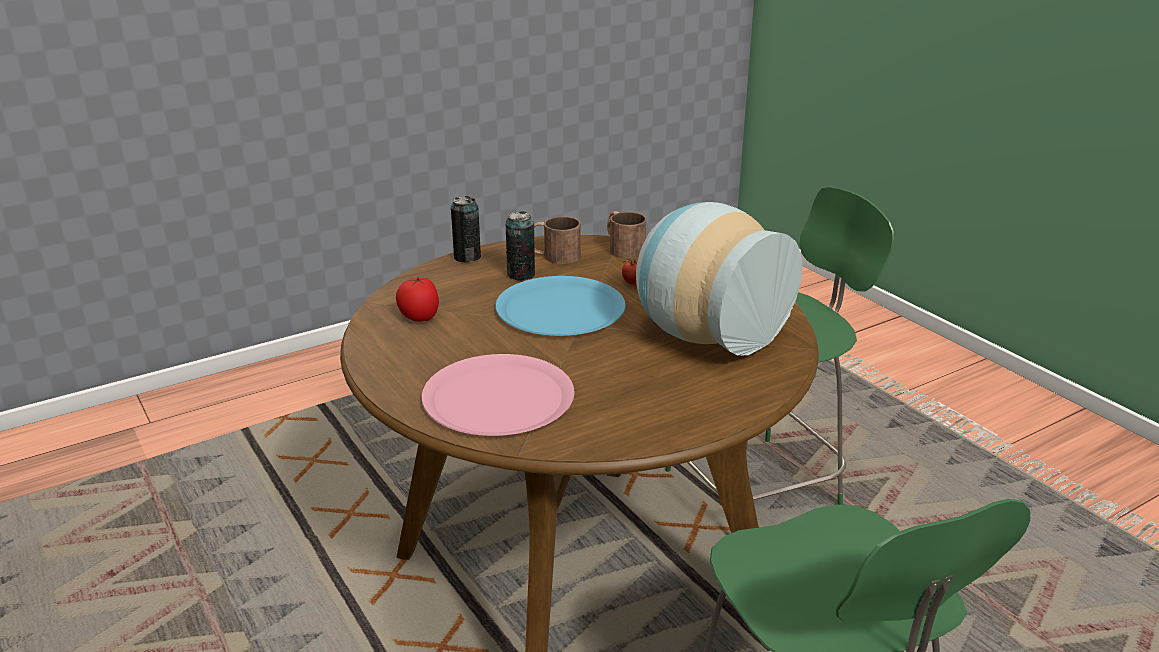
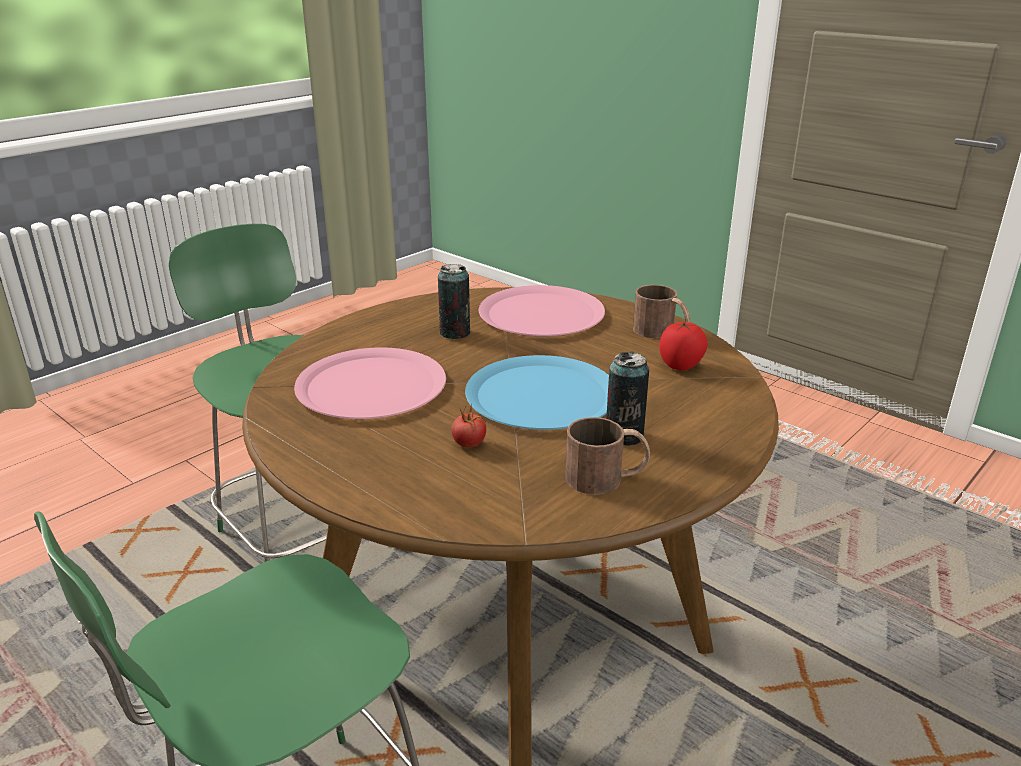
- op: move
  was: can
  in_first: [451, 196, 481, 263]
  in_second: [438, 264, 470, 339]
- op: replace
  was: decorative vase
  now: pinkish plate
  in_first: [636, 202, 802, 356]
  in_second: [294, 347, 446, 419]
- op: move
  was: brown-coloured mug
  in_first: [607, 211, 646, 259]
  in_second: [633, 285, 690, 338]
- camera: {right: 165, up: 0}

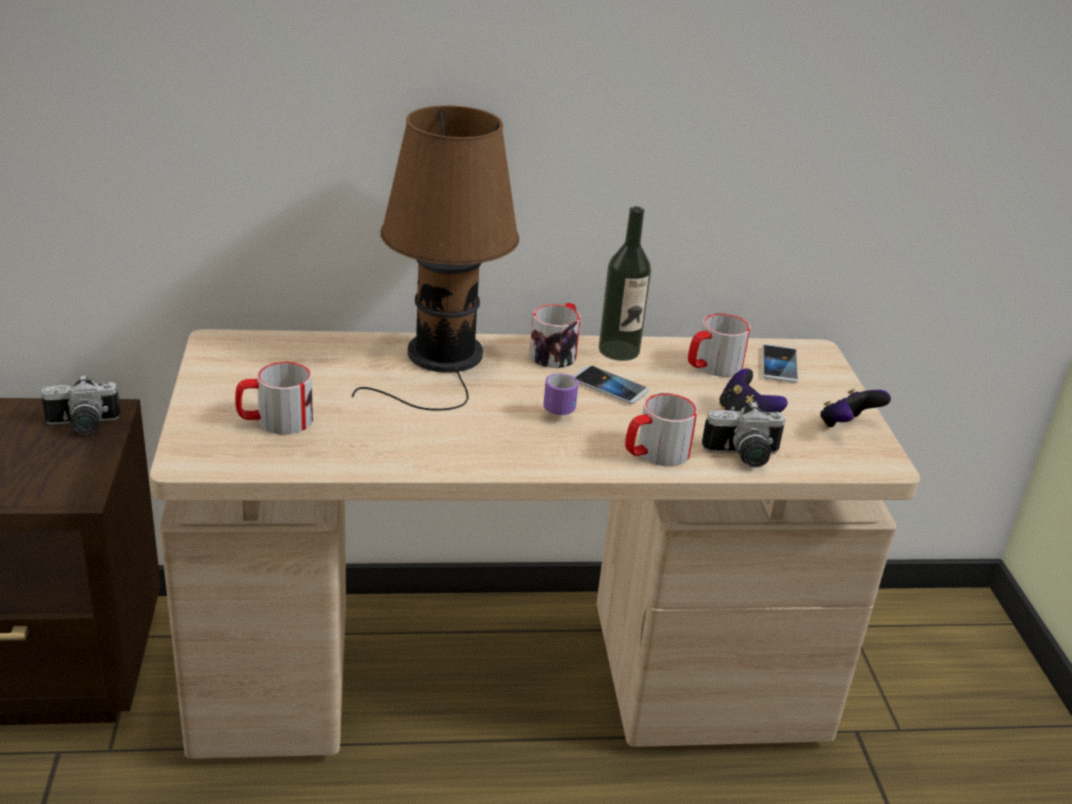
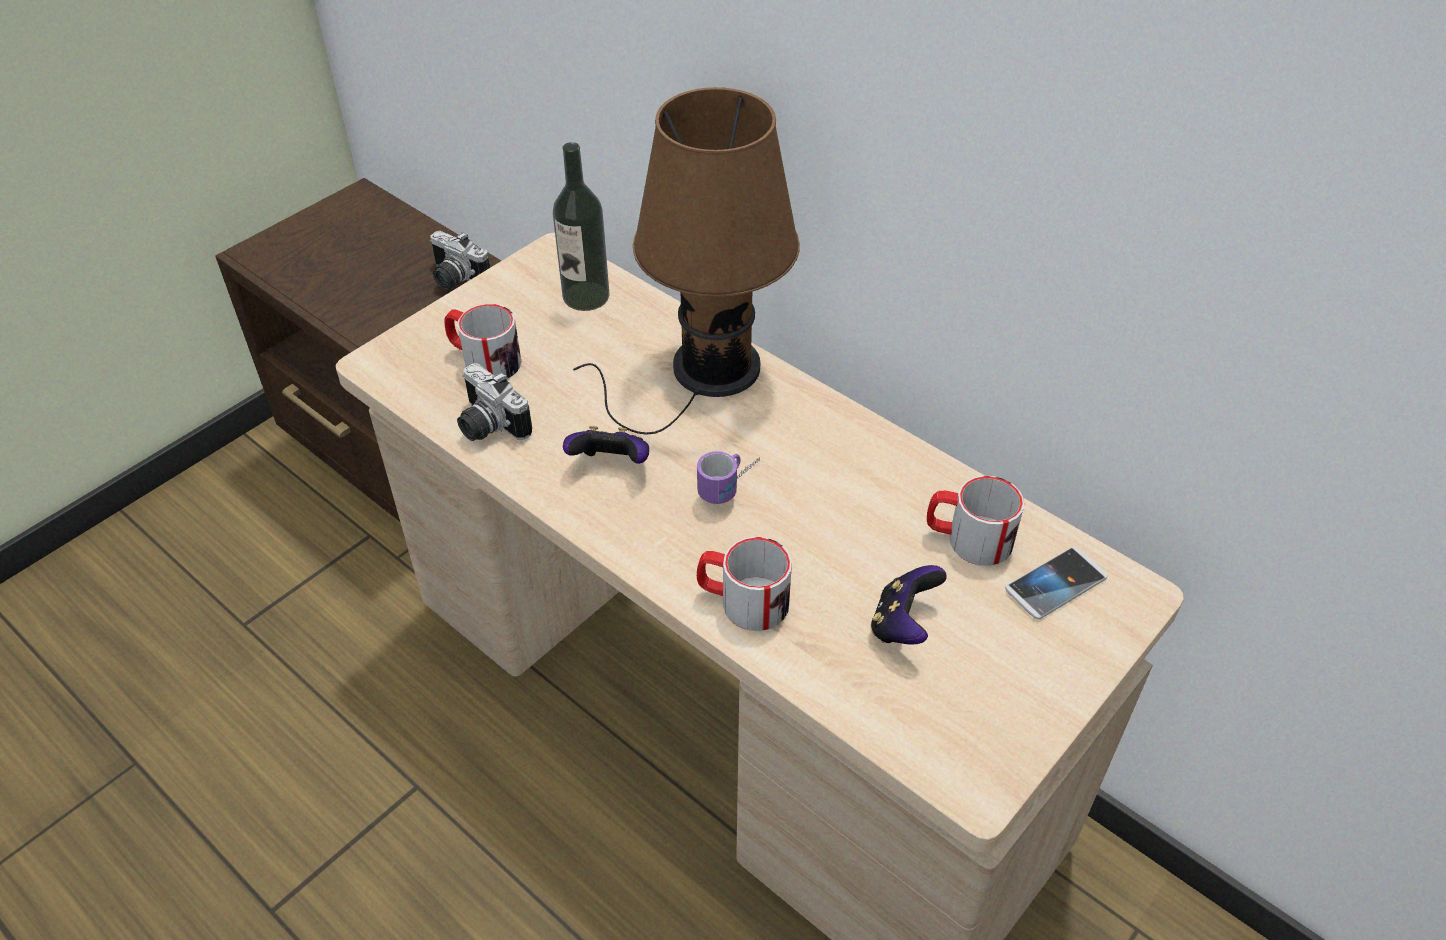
- op: move
  was: beverage bottle
  in_first: [599, 206, 651, 361]
  in_second: [553, 142, 609, 311]
- op: delete
  was: mug
  in_first: [530, 303, 581, 368]
- op: delete
  was: phone
  in_first: [573, 365, 649, 404]
- op: move
  was: gamepad
  in_first: [820, 389, 891, 427]
  in_second: [563, 426, 649, 464]
- op: move
  was: still camera
  in_first: [702, 401, 785, 468]
  in_second: [457, 363, 532, 441]
- camera: {right: 50, up: 15}

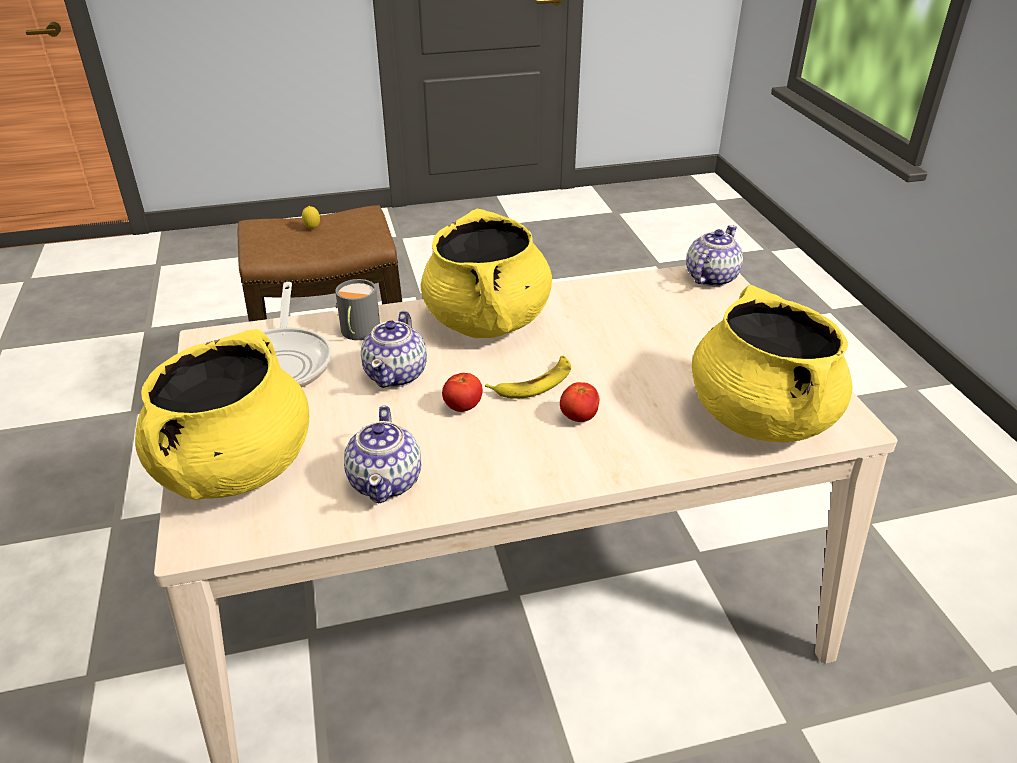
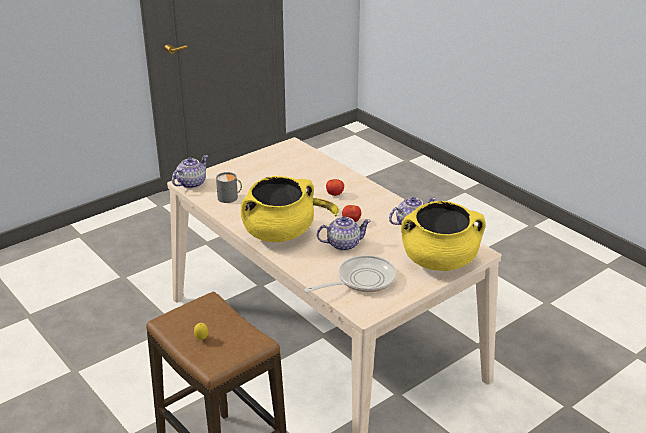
- op: rotate
  was: teapot
  in_first: [687, 225, 743, 287]
  in_second: [172, 155, 208, 188]
  clockwise: 120
- op: move
  was: gray mug
  in_first: [335, 279, 380, 340]
  in_second: [216, 172, 242, 203]
- op: delete
  was: yellow stockpot
  in_first: [692, 285, 853, 442]
- camera: {right: -115, up: -5}

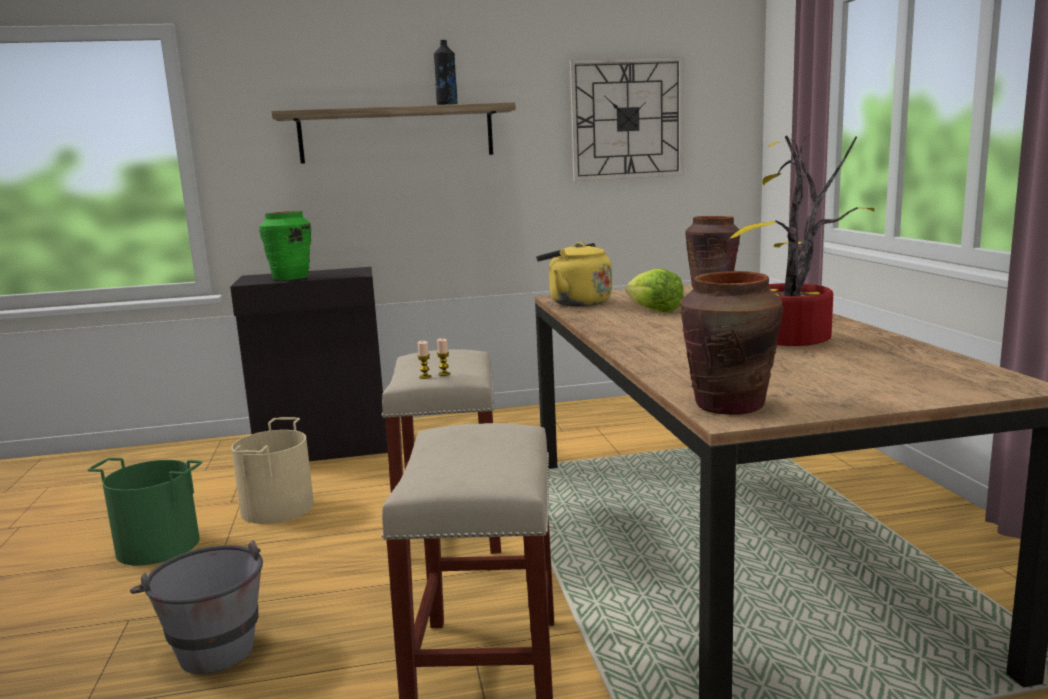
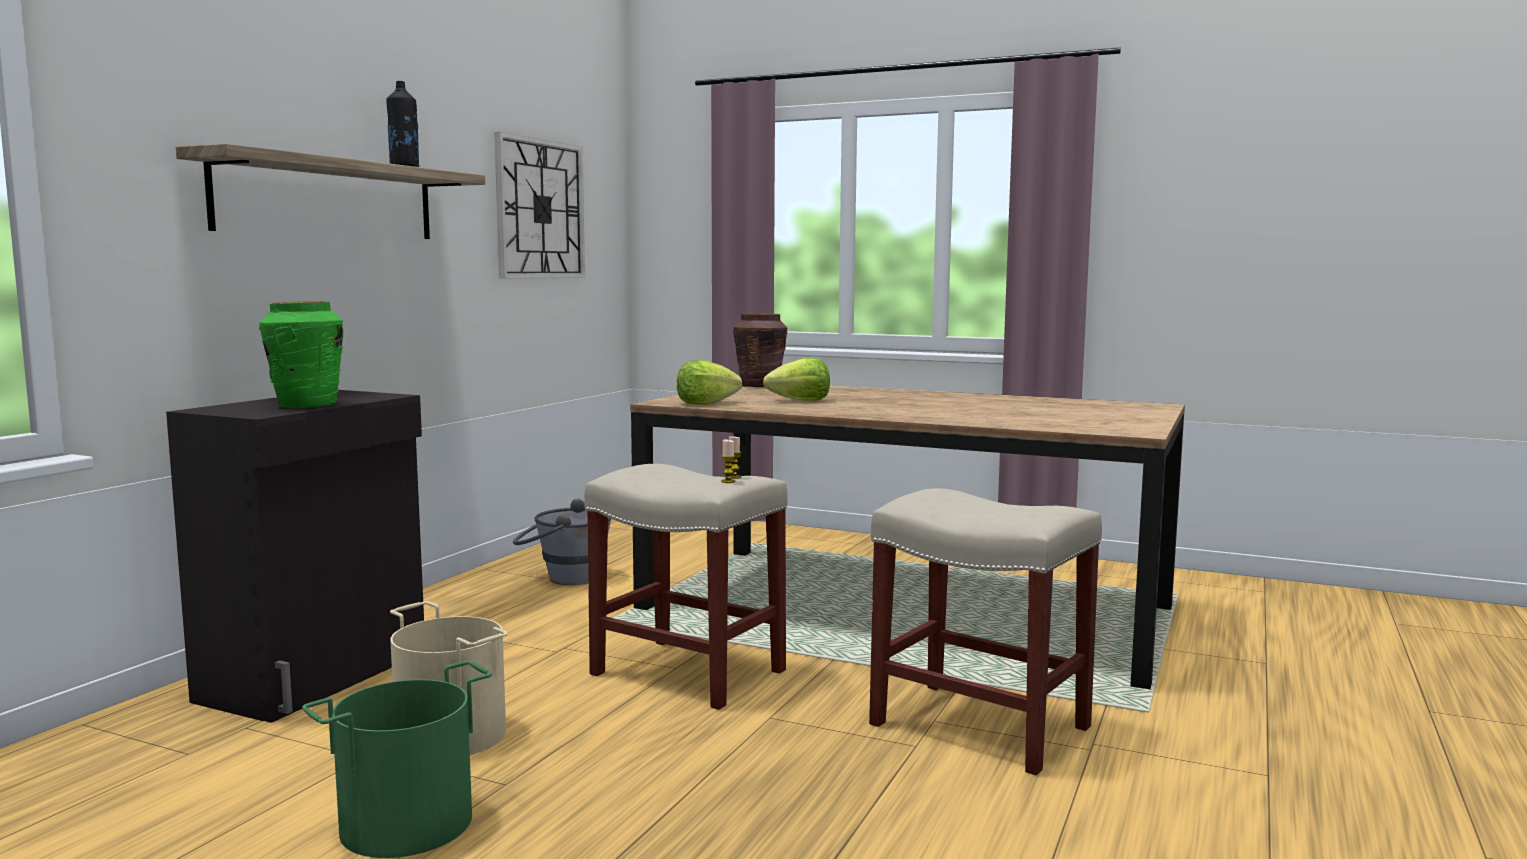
- op: delete
  was: houseplant
  in_first: [730, 134, 874, 346]
- op: replace
  was: yellow water kettle
  now: lettuce
  in_first: [536, 242, 612, 306]
  in_second: [677, 360, 742, 405]
- op: delete
  was: brown-coloured decorative vase
  in_first: [680, 271, 783, 415]
- op: move
  was: gray bucket
  in_first: [130, 540, 263, 674]
  in_second: [513, 499, 611, 585]
- camera: {right: -55, up: -5}

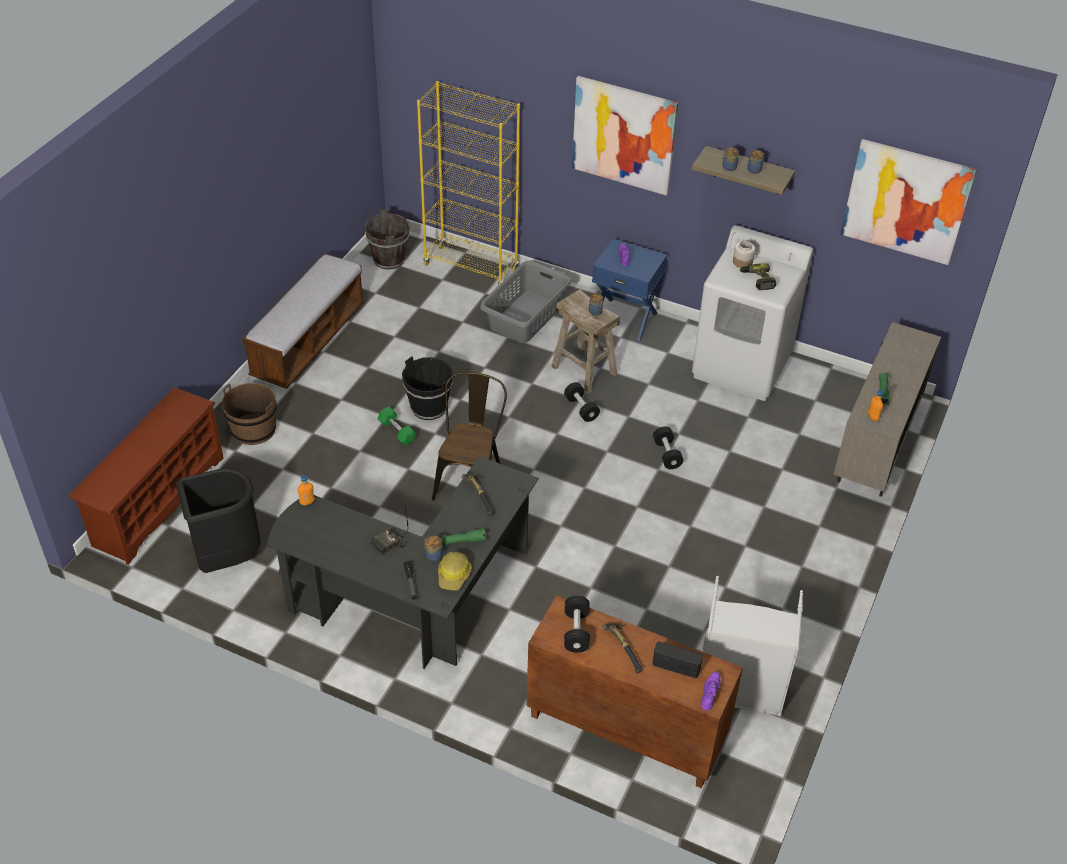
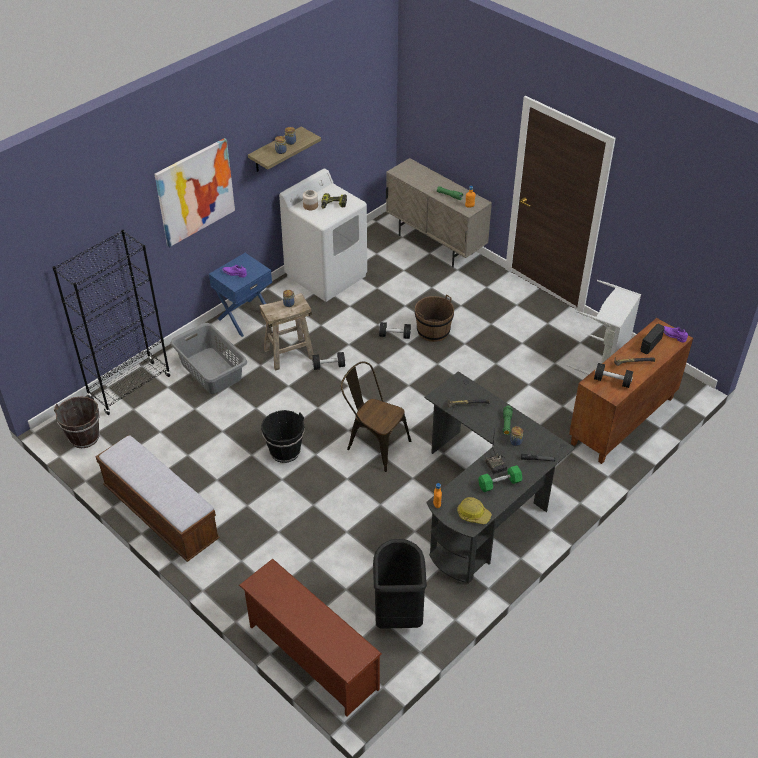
- op: recolor
  was: yellow bookshelf
  now: blackish bookshelf
  in_first: [417, 81, 520, 285]
  in_second: [52, 230, 171, 415]
- op: delete
  was: wall art
  in_first: [841, 139, 977, 265]
- op: move
  was: brown-coloured bucket
  in_first: [222, 383, 277, 445]
  in_second: [415, 294, 454, 342]
- op: move
  was: green free weight
  in_first: [377, 407, 417, 446]
  in_second: [478, 465, 522, 492]
- op: move
  was: work helmet
  in_first: [438, 552, 472, 590]
  in_second: [457, 497, 492, 524]
- camera: {right: -70, up: 0}

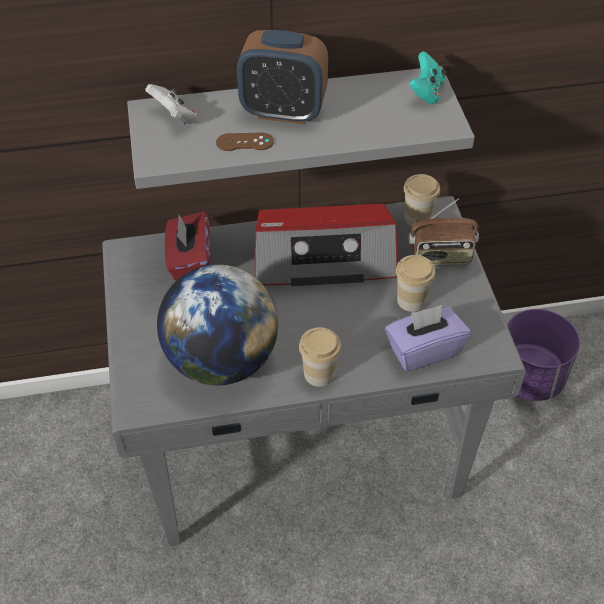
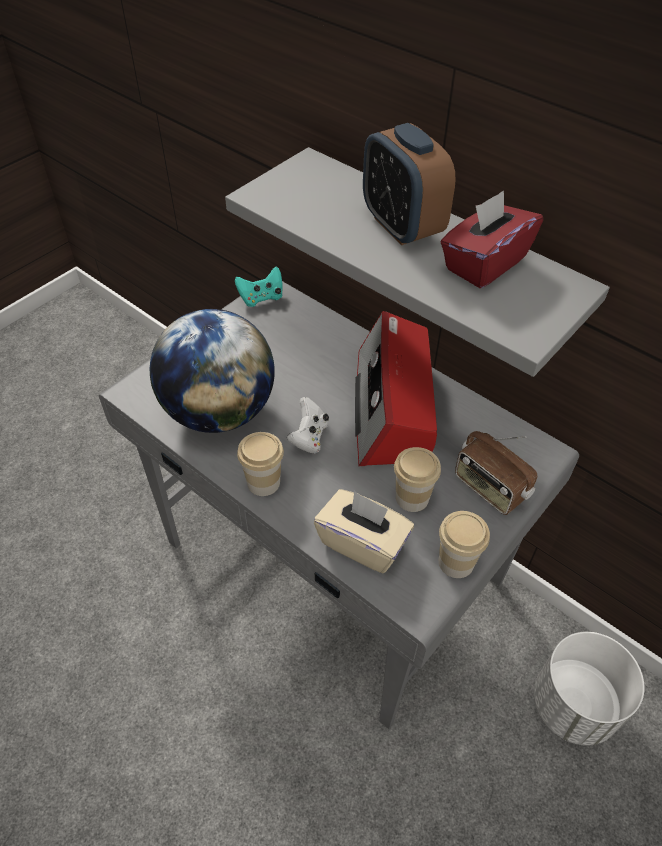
- op: move
  was: turquoise-coloured gamepad
  in_first: [409, 51, 446, 104]
  in_second: [235, 266, 283, 307]
- op: move
  was: whitish gamepad
  in_first: [145, 84, 197, 124]
  in_second: [287, 397, 329, 454]
- op: delete
  was: brown-coloured gamepad
  in_first: [216, 132, 274, 151]
- op: move
  was: drinking cup
  in_first: [404, 174, 440, 226]
  in_second: [439, 511, 490, 578]
- op: rotate
  was: radio
  in_first: [255, 204, 397, 286]
  in_second: [355, 311, 437, 467]
  clockwise: 45
- op: move
  was: reddish tissue box
  in_first: [165, 211, 210, 281]
  in_second: [441, 190, 543, 288]
- op: recolor
  was: purple-coloured tissue box
  now: beige-coloured tissue box
  in_first: [385, 305, 471, 371]
  in_second: [314, 489, 414, 573]
- op: recolor
  was: purple-coloured planter
  now: whitish planter
  in_first: [507, 309, 580, 401]
  in_second: [534, 632, 645, 746]
- camera: {right: 50, up: 0}

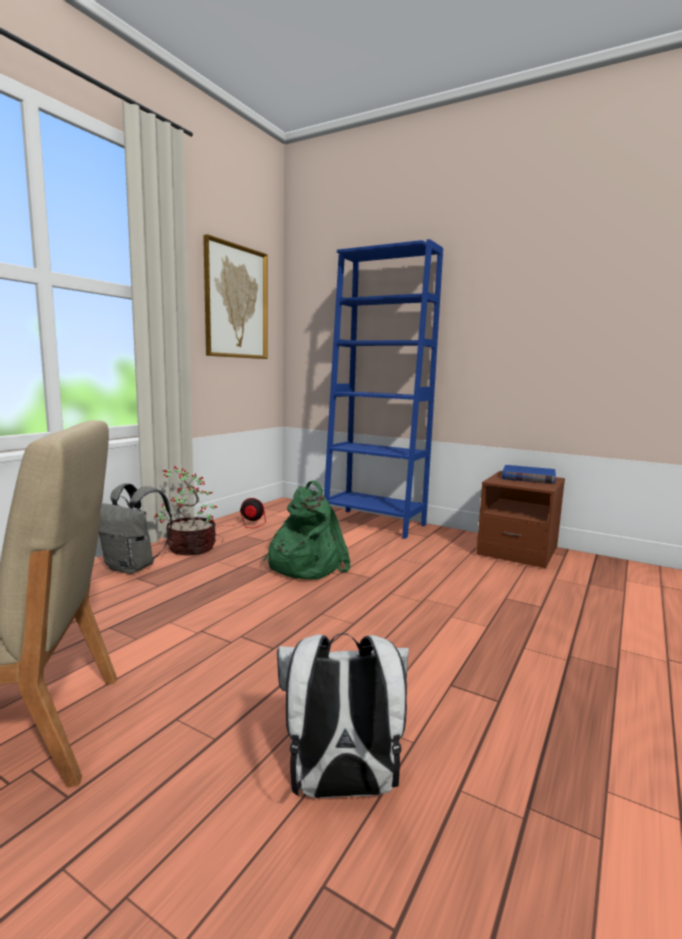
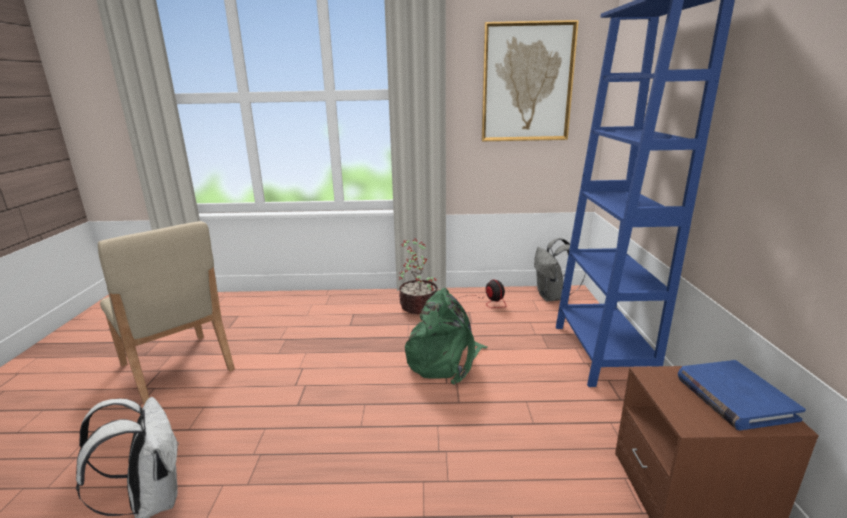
- op: move
  was: gray knapsack
  in_first: [99, 483, 172, 574]
  in_second: [534, 238, 586, 302]
- camera: {right: 60, up: 10}

